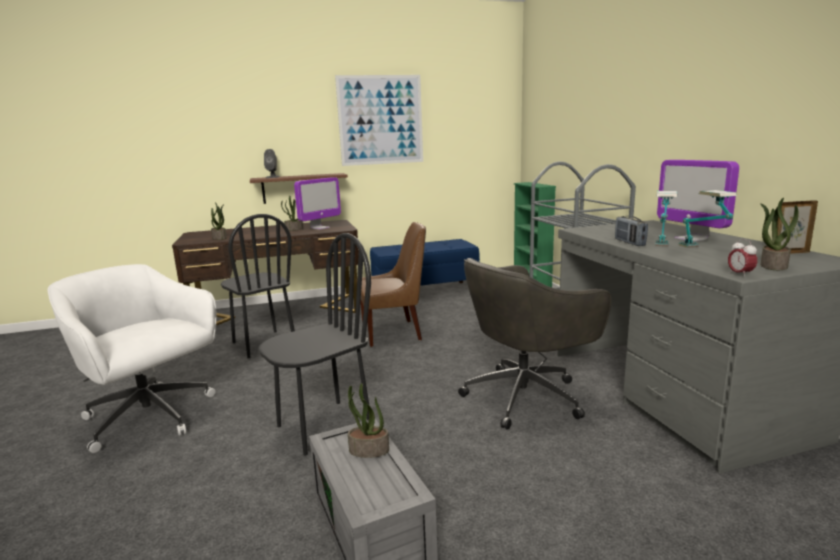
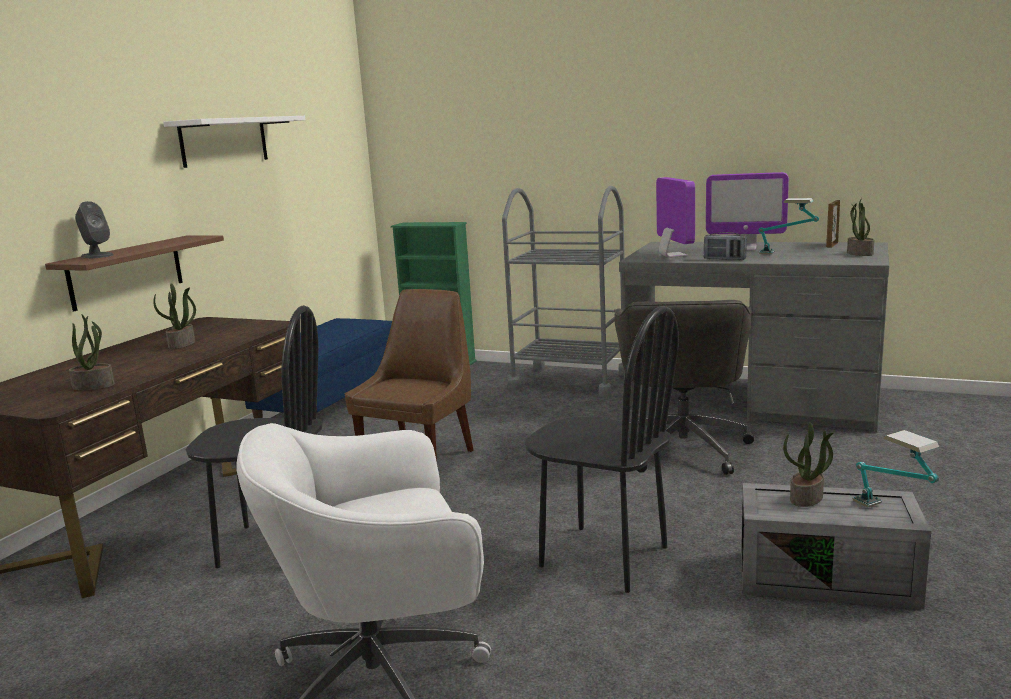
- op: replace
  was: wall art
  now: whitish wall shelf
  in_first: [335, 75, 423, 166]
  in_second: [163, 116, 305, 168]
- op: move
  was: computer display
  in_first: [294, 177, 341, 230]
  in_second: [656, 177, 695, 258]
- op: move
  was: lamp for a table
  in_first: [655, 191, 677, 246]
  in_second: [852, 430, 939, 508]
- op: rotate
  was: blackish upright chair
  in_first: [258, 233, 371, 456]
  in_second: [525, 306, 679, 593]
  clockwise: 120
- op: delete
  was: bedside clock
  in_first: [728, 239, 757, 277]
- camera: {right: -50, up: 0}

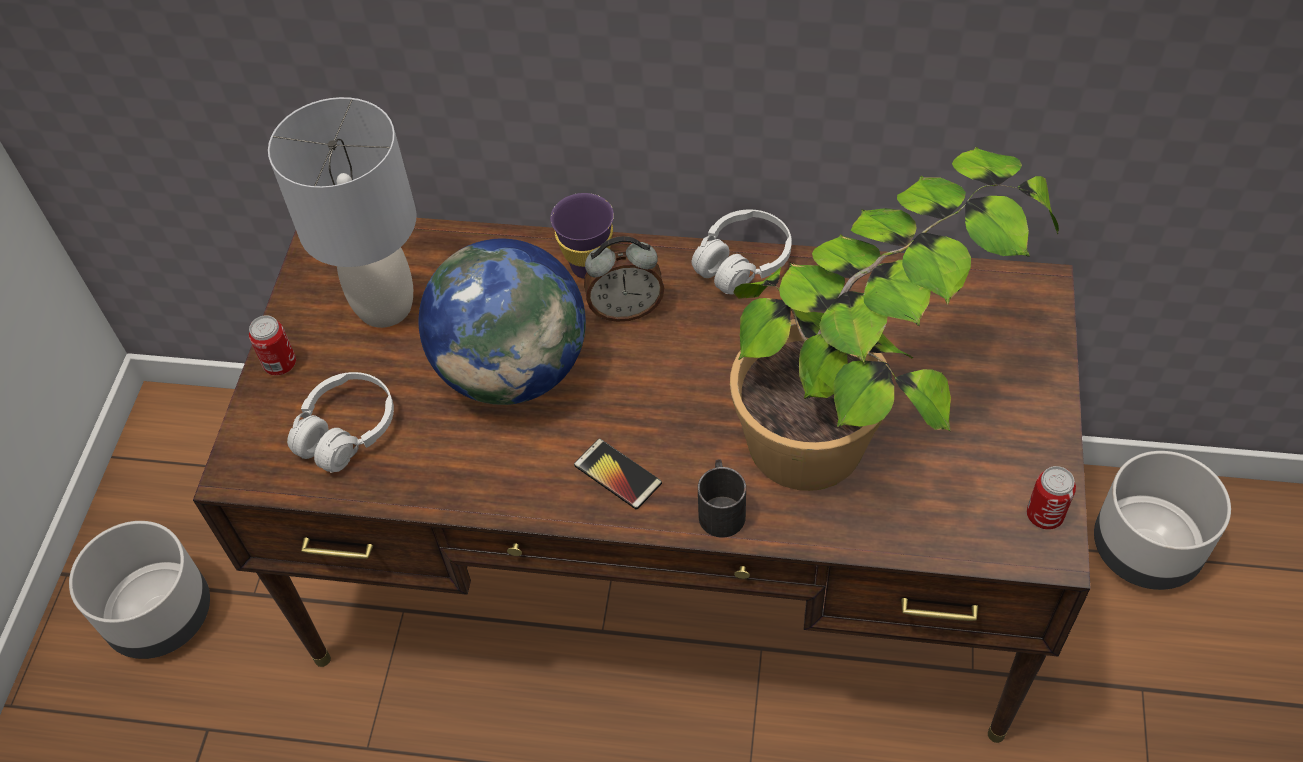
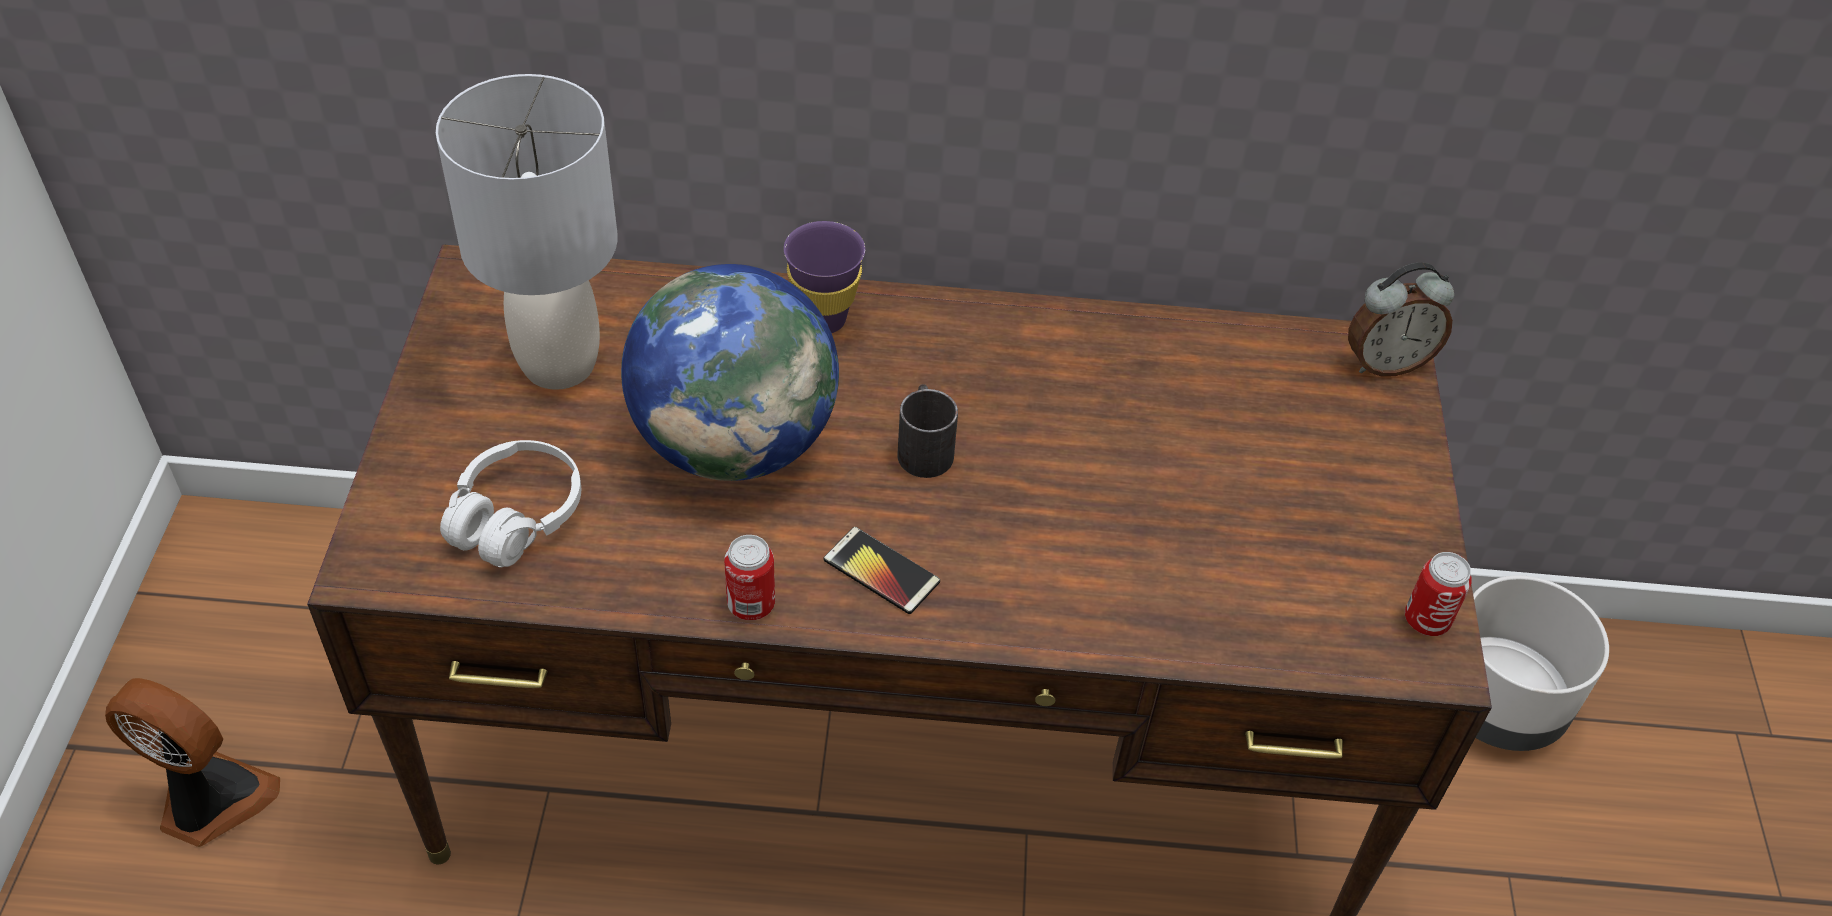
- op: delete
  was: houseplant
  in_first: [730, 147, 1059, 491]
- op: delete
  was: whitish headset
  in_first: [692, 210, 792, 295]
- op: move
  was: bedside clock
  in_first: [584, 236, 664, 322]
  in_second: [1348, 263, 1454, 376]
- op: move
  was: can
  in_first: [249, 315, 296, 375]
  in_second: [724, 535, 775, 620]
- op: move
  was: blackish mug
  in_first: [698, 459, 746, 538]
  in_second: [898, 384, 958, 478]
- op: replace
  was: gray planter
  now: fan
  in_first: [69, 521, 210, 659]
  in_second: [105, 678, 280, 847]
- camera: {right: -10, up: -5}

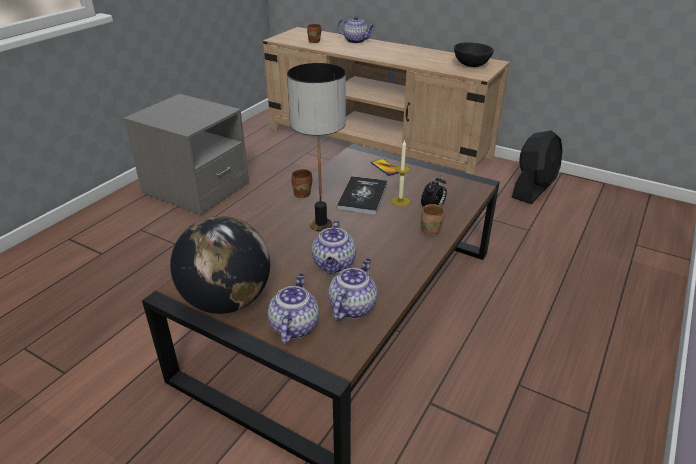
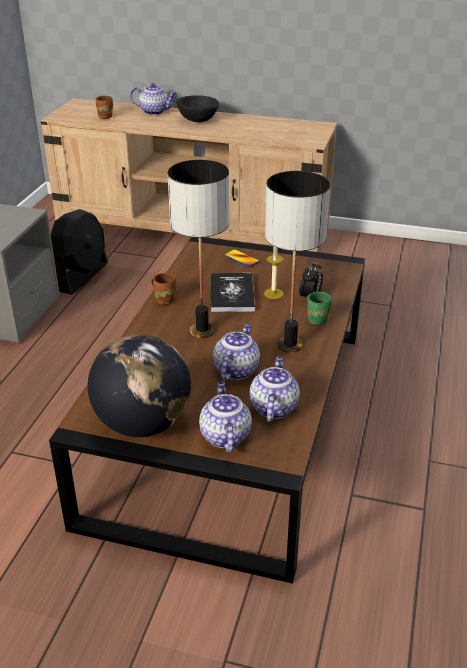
- op: move
  was: blackish deep dish
  in_first: [454, 42, 494, 67]
  in_second: [177, 95, 219, 122]
- op: move
  was: blackish fan
  in_first: [512, 130, 563, 204]
  in_second: [51, 209, 108, 295]
- op: recolor
  was: brown-coloured mug
  now: green mug
  in_first: [421, 204, 445, 236]
  in_second: [307, 292, 332, 325]
- op: rotate
  was: teapot
  in_first: [312, 220, 356, 274]
  in_second: [213, 323, 260, 381]
  clockwise: -150
- op: insert
  now: lamp for a table
  in_second: [265, 171, 330, 353]
- camera: {right: -15, up: 0}

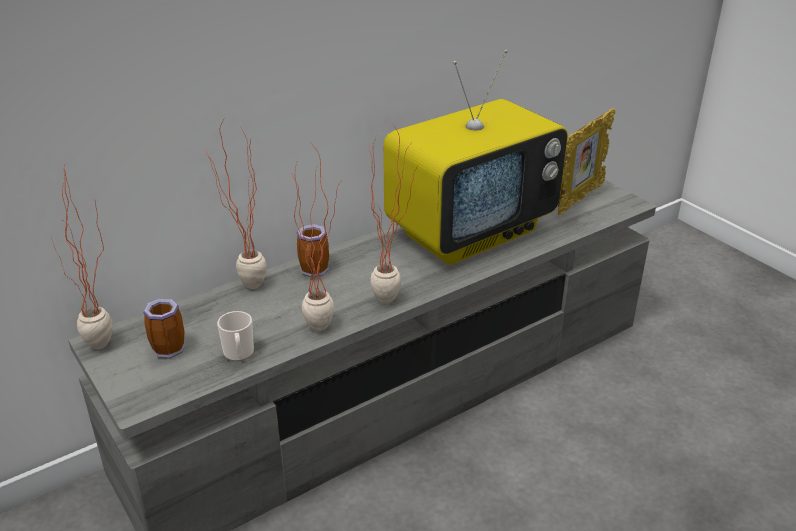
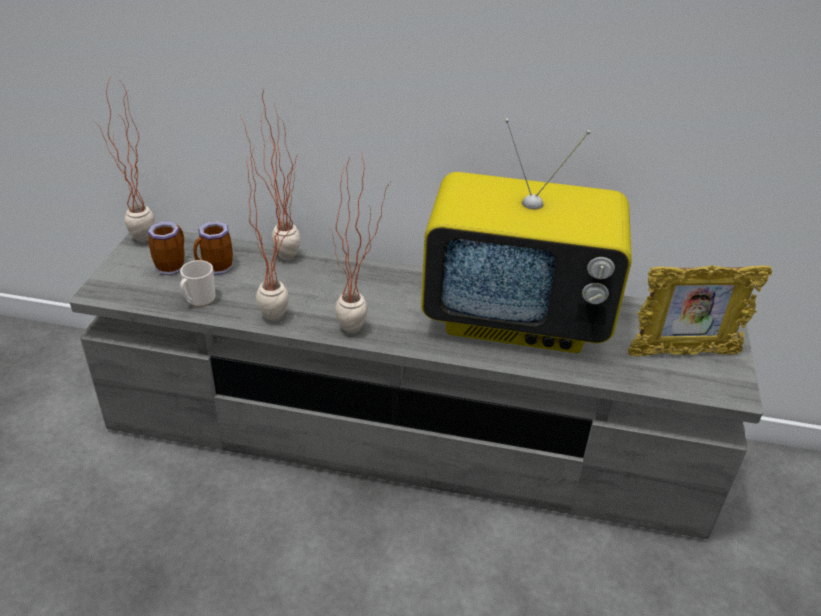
- op: move
  was: mug
  in_first: [297, 224, 329, 277]
  in_second: [193, 221, 233, 275]
- camera: {right: 45, up: 5}

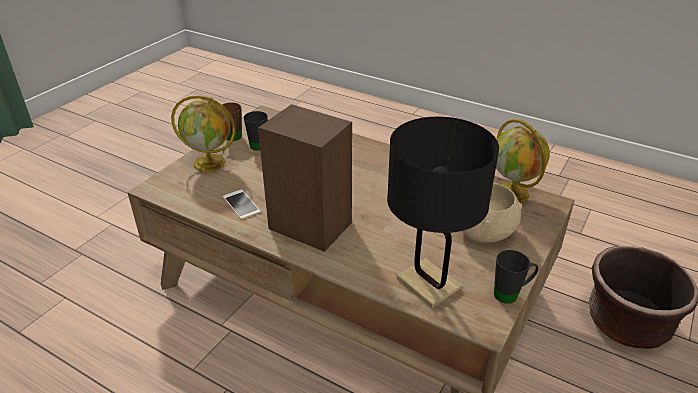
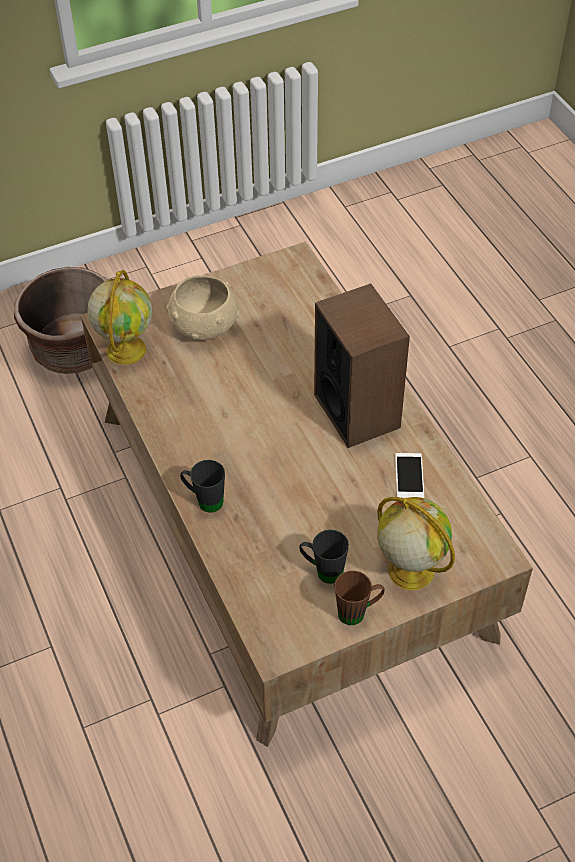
- op: delete
  was: blackish lamp for a table
  in_first: [387, 117, 499, 308]
- op: move
  was: blackish mug
  in_first: [494, 250, 538, 304]
  in_second: [180, 460, 225, 513]
- camera: {right: -145, up: 15}

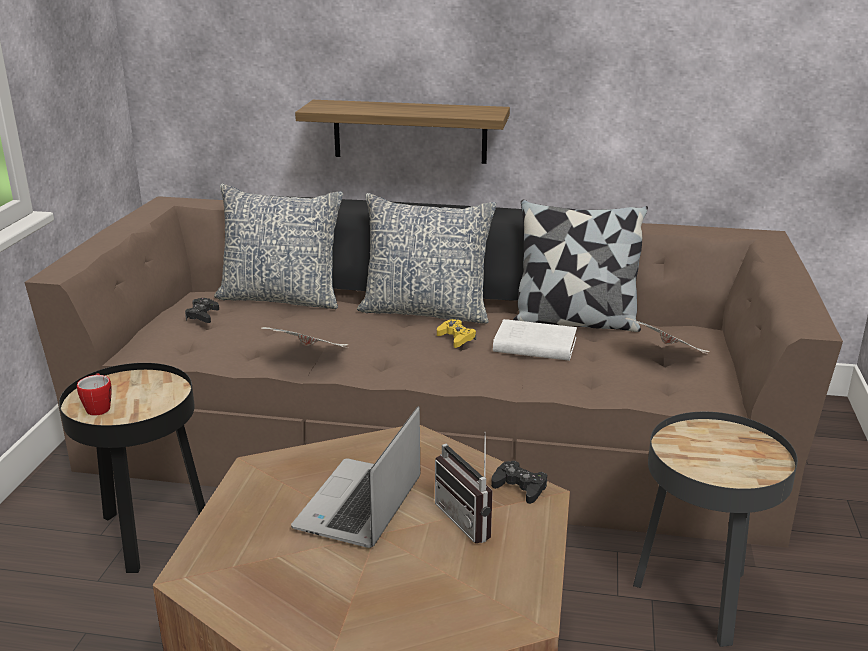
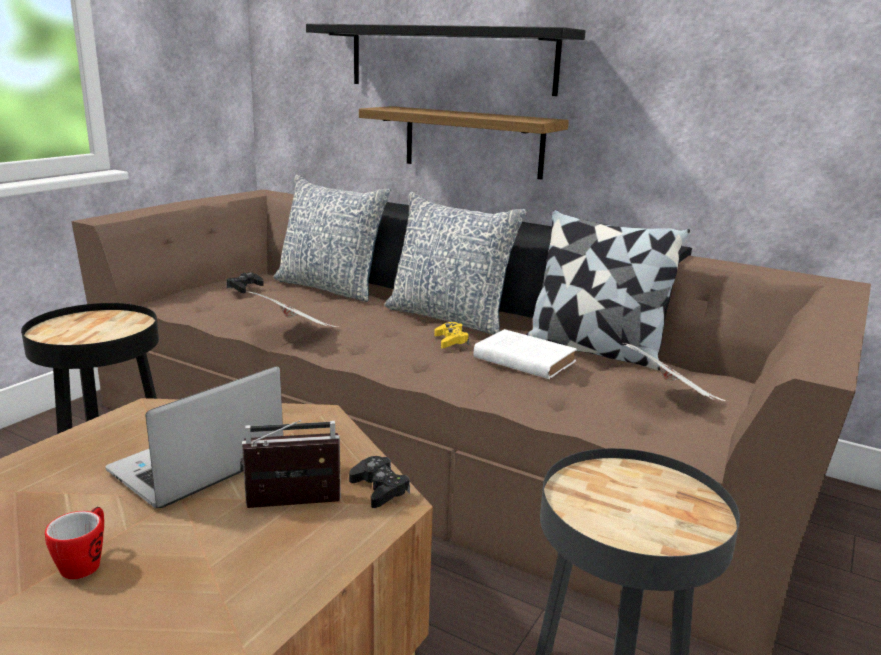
- op: move
  was: mug
  in_first: [77, 373, 112, 416]
  in_second: [45, 507, 104, 579]
- op: rotate
  was: radio
  in_first: [435, 432, 493, 543]
  in_second: [240, 420, 341, 508]
  clockwise: 90
- op: insert
  now: blackish wall shelf
  in_second: [306, 24, 586, 96]
- camera: {right: 20, up: -5}

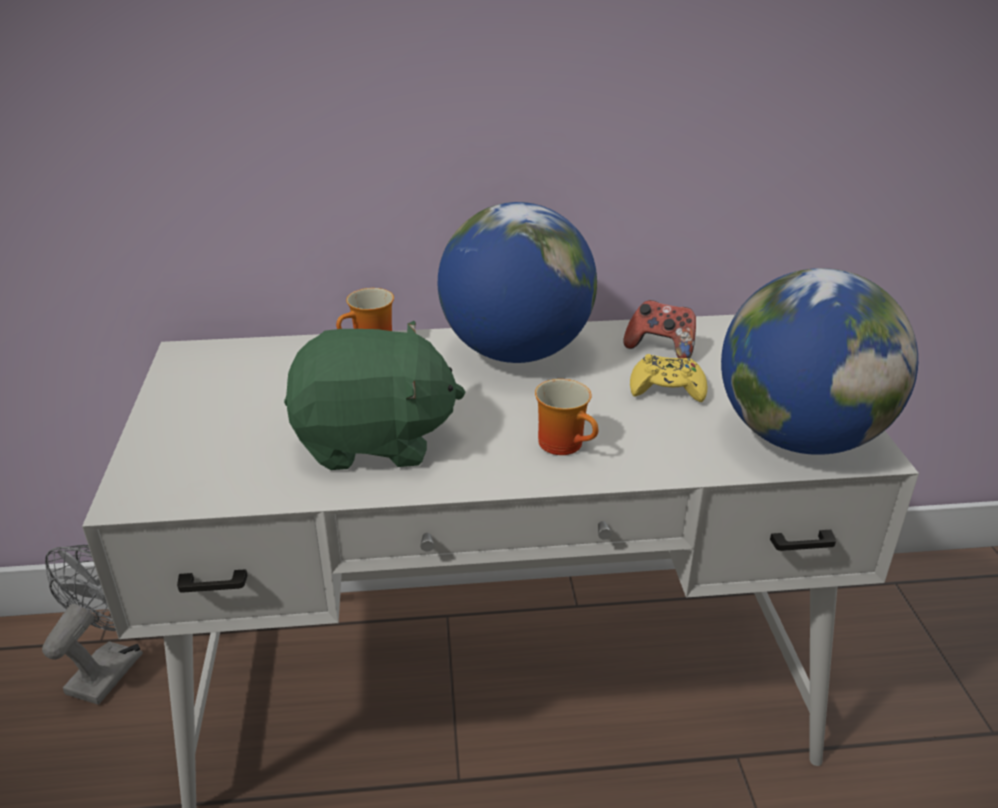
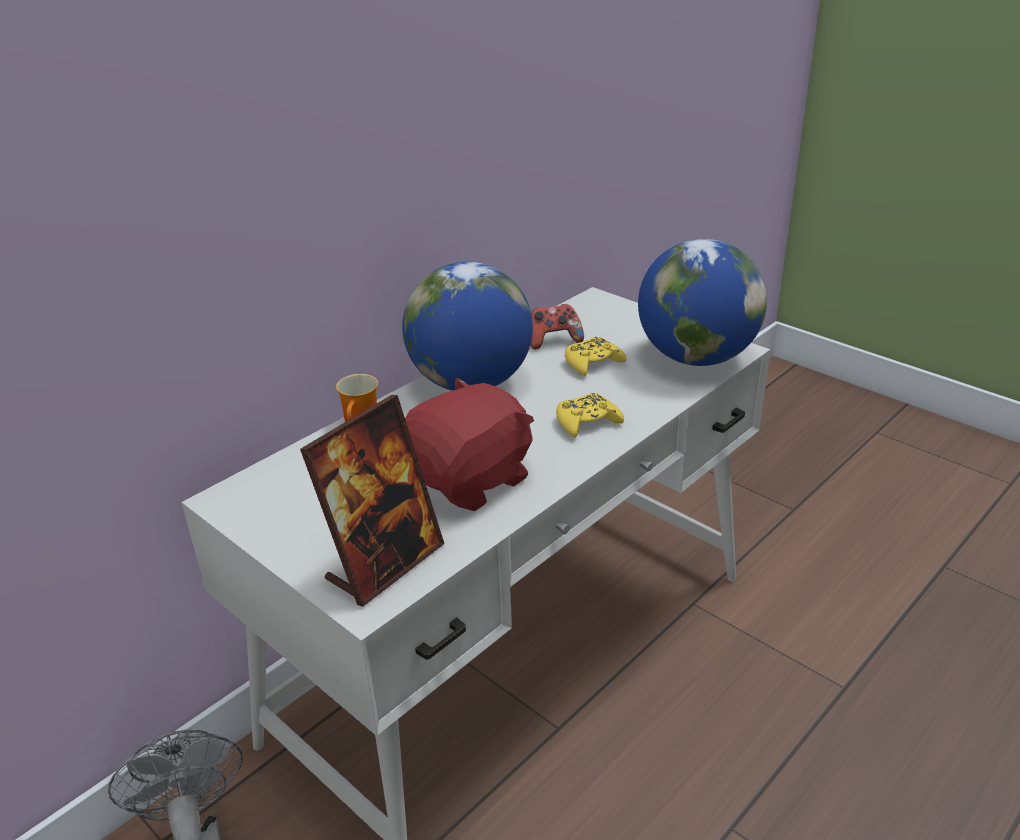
- op: recolor
  was: green cuddly toy
  now: reddish cuddly toy
  in_first: [284, 321, 465, 470]
  in_second: [405, 377, 534, 511]
- op: replace
  was: mug
  now: yellow gamepad
  in_first: [535, 379, 598, 455]
  in_second: [556, 393, 624, 438]
- op: insert
  now: photo frame
  in_second: [300, 395, 444, 607]
- camera: {right: -40, up: 0}

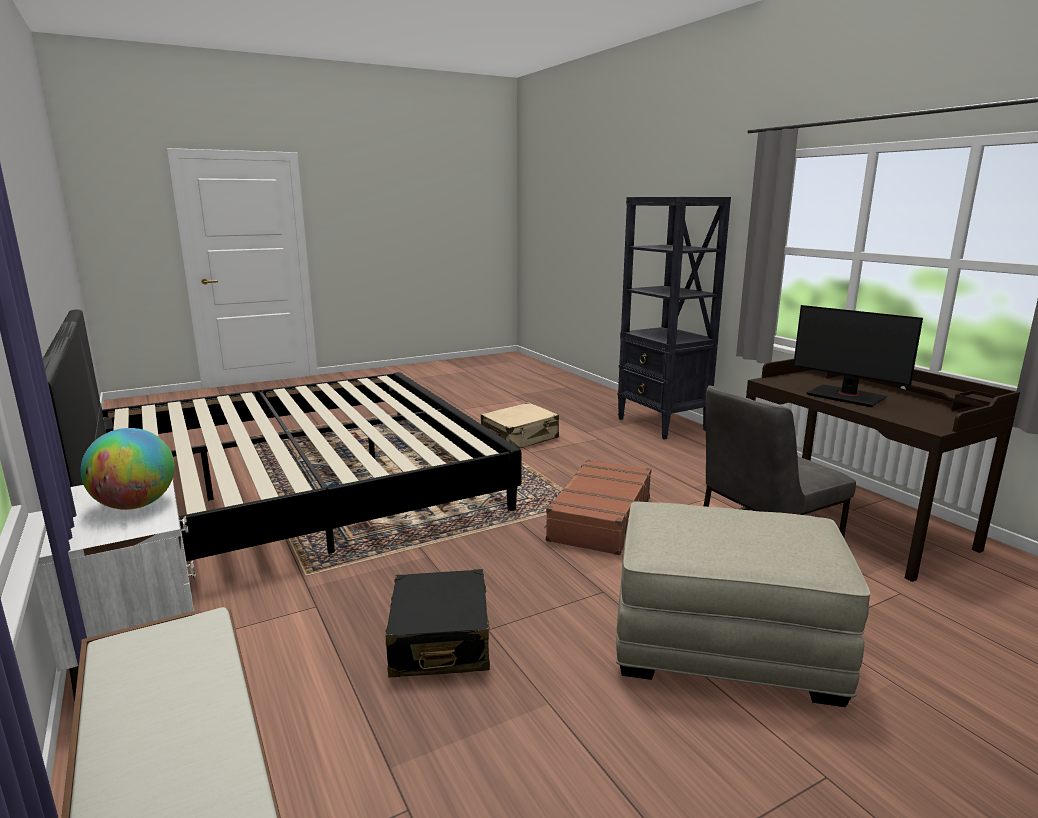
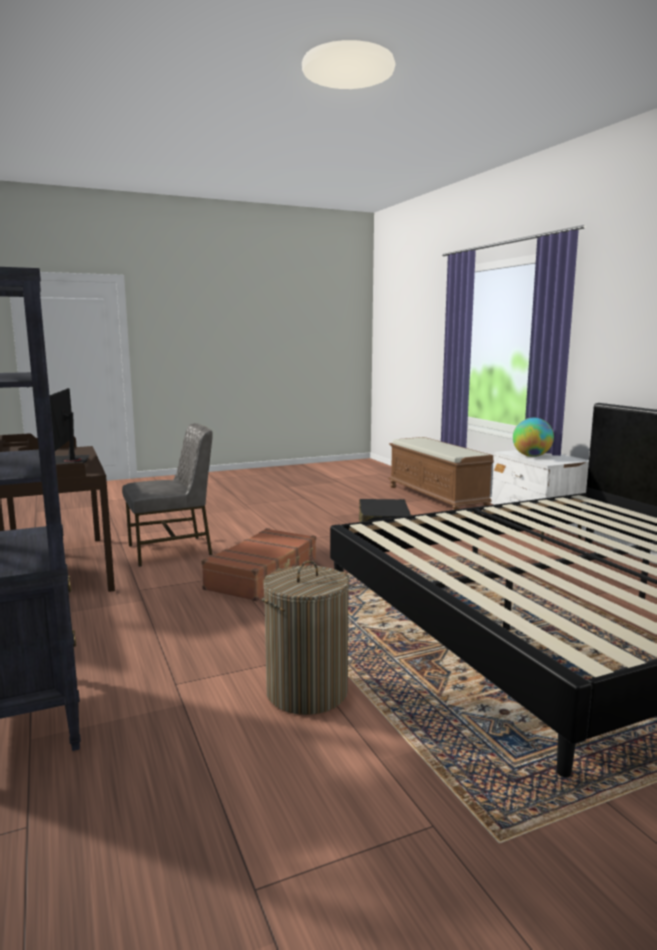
- op: rotate
  was: computer display
  in_first: [793, 305, 923, 407]
  in_second: [50, 388, 89, 464]
  clockwise: -150
- op: replace
  was: beige-coloured travel case
  now: laundry basket
  in_first: [481, 402, 559, 449]
  in_second: [261, 560, 349, 715]
- op: delete
  was: beige-coloured ottoman
  in_first: [616, 501, 871, 707]
- camera: {right: -175, up: -5}

